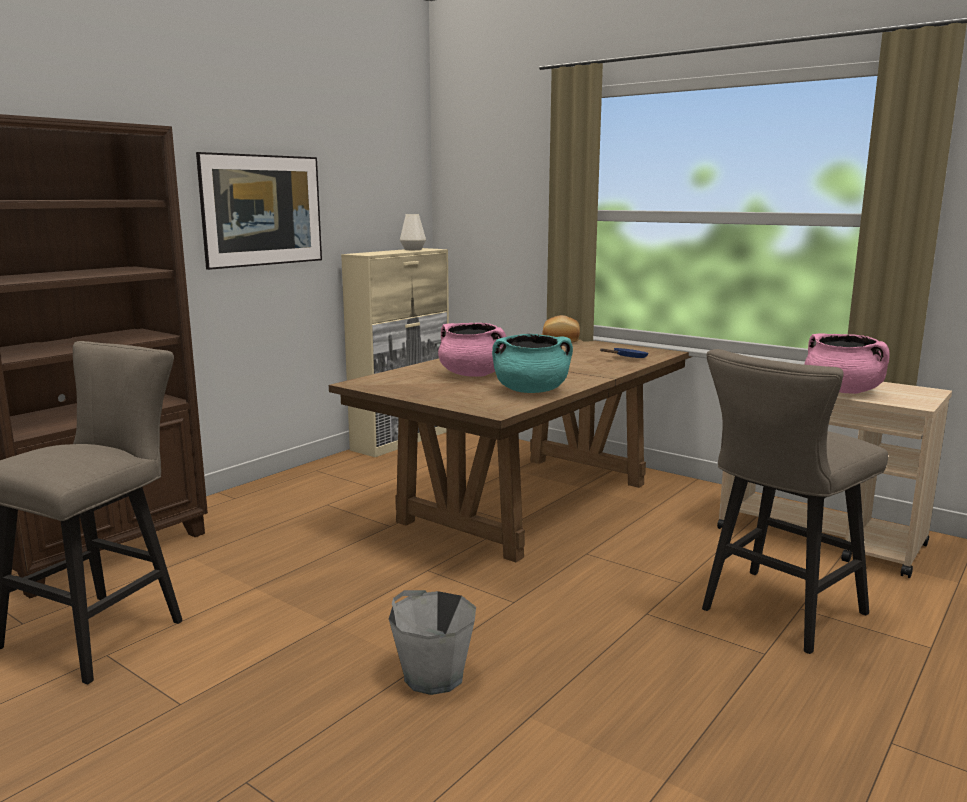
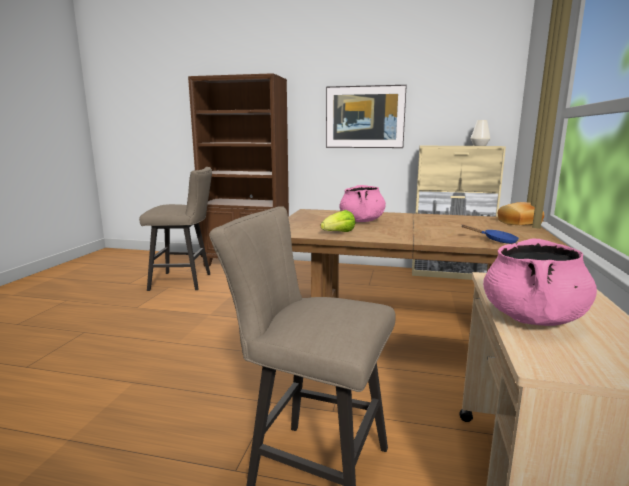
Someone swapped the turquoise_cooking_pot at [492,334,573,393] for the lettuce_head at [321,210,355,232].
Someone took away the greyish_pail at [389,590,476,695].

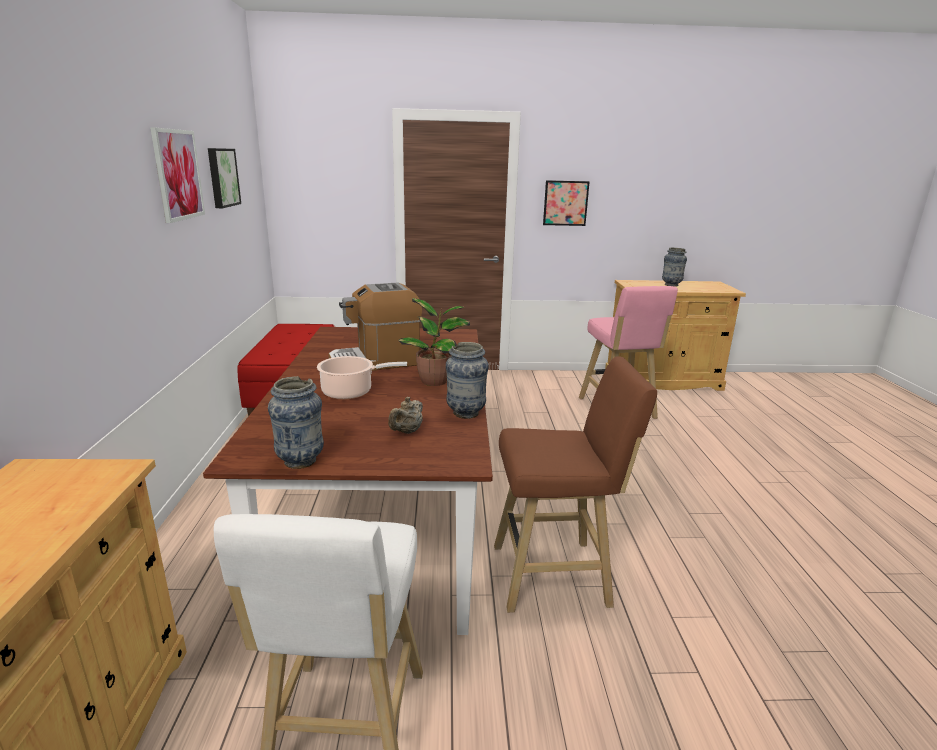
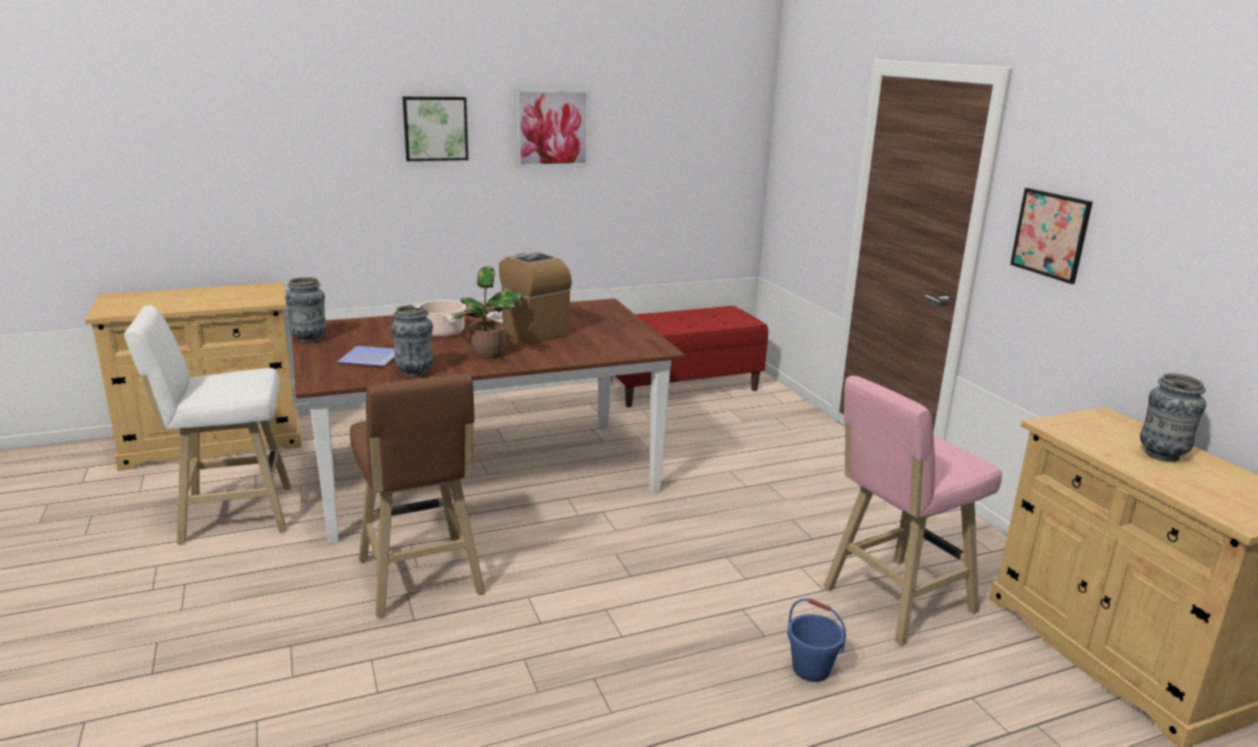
Someone swapped the beige-coloured_teapot at [388,397,423,434] for the plate at [337,346,395,366].
Someone carried the picture from [208,148,241,208] to [403,97,468,161].
Someone put down the bluish_pail at [787,598,846,682].

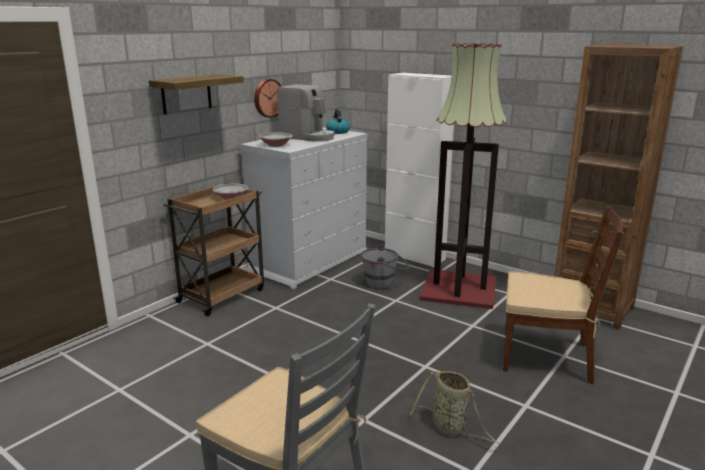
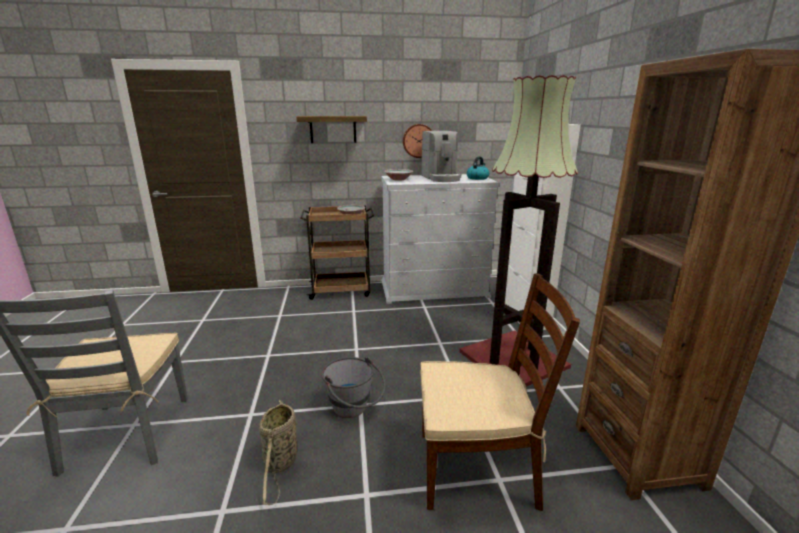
Someone carried the greyish_pail from [360,244,409,289] to [321,357,386,418].
Someone rotated the brown-coloured_plain_chair at [503,206,624,384] by 60 degrees counterclockwise.

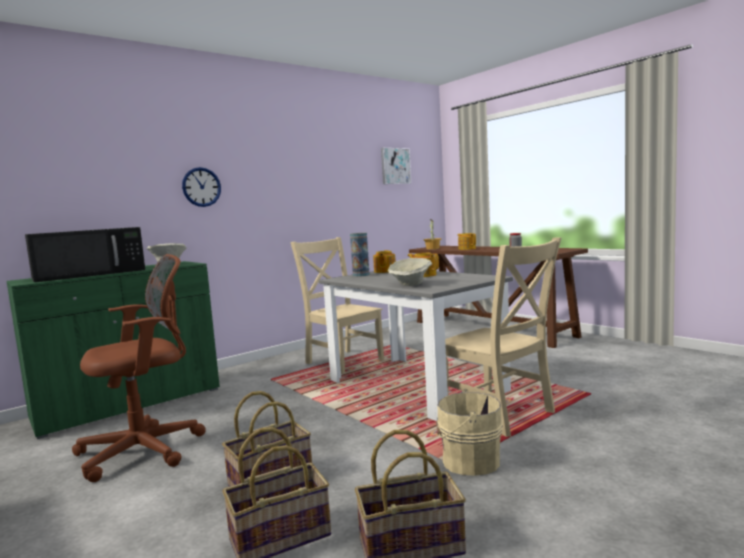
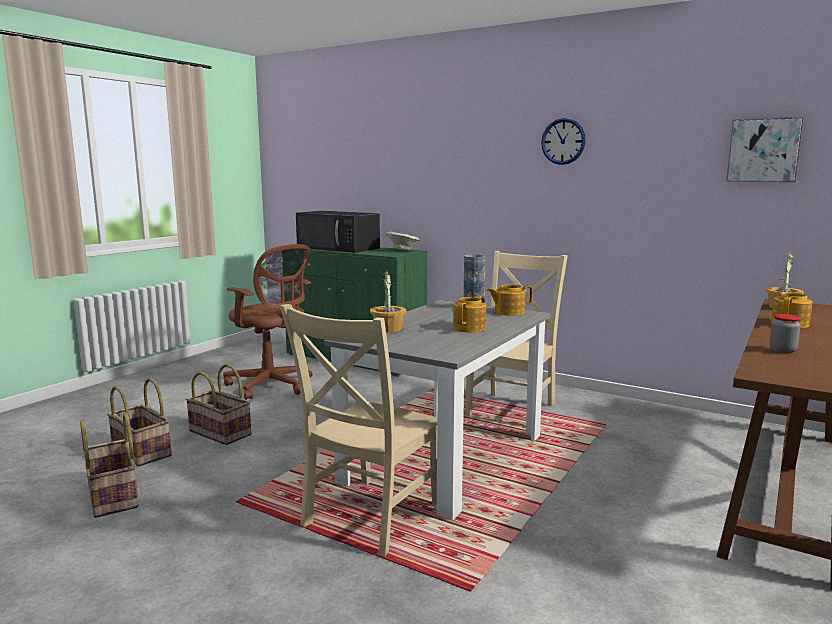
Someone swapped the beige-coloured_bowl at [388,258,432,286] for the plant_in_a_pot at [370,269,406,333].
Someone carried the wall_clock from [182,167,221,207] to [541,118,586,165].
Someone took away the beige-coloured_pail at [436,389,503,476].

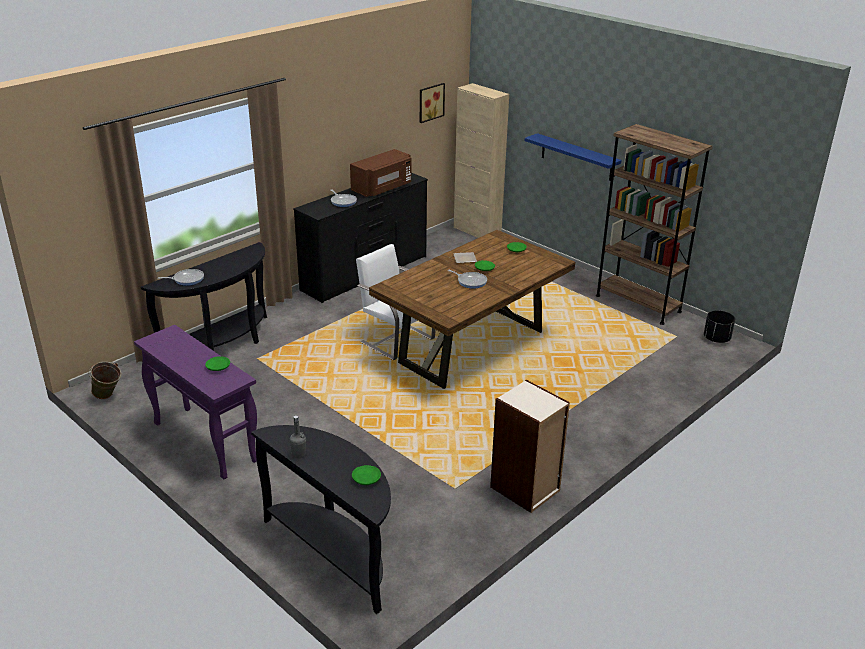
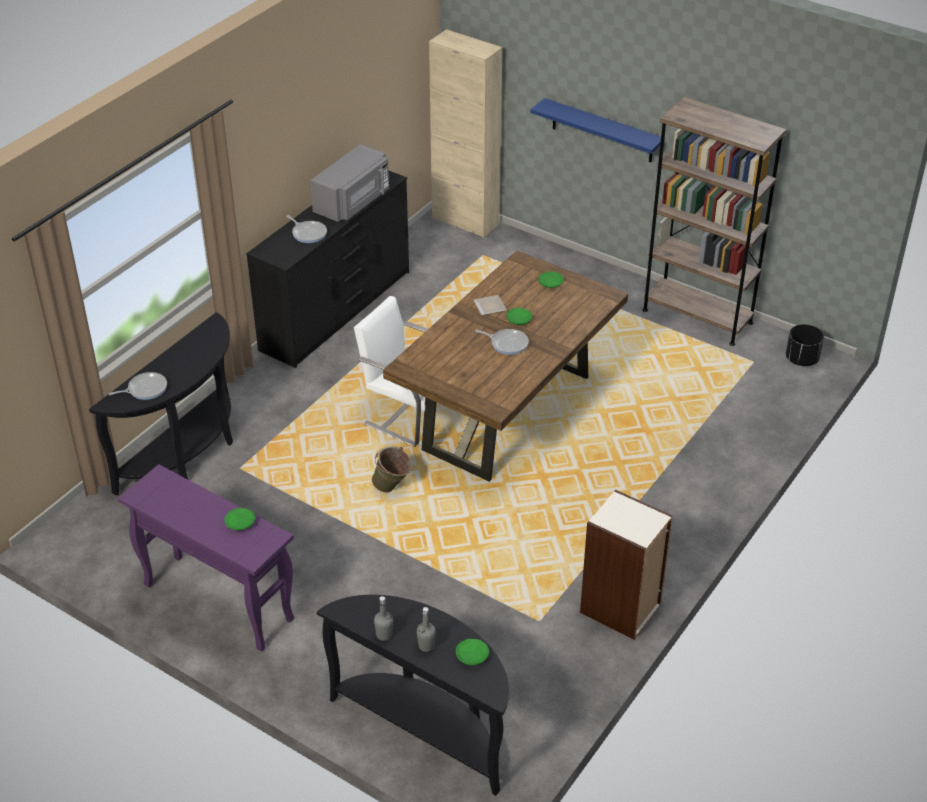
Someone repainted the brown-coloured_kitchen_microwave at [350,149,411,197], which became the greyish_kitchen_microwave at [310,144,389,222].
Someone carried the green_pail from [88,362,121,399] to [372,446,413,493].
Someone put down the greyish_beverage_bottle at [416,607,436,652].
Someone took away the picture at [420,83,445,123].

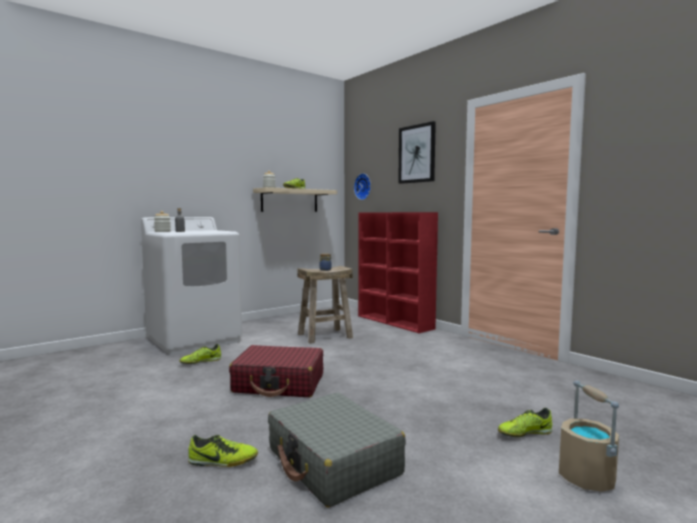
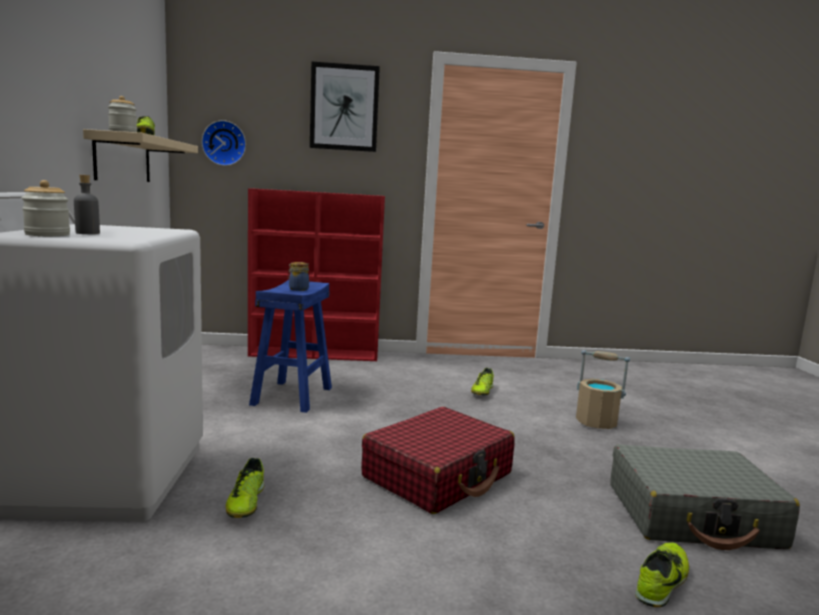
Someone repainted the beige-coloured_sitting_stool at [297,266,353,344], which became the bluish_sitting_stool at [249,280,332,413].
Someone carried the shoe from [498,408,552,437] to [471,368,494,395].
Someone carried the beige-coloured_pail from [559,380,619,492] to [576,350,630,429].

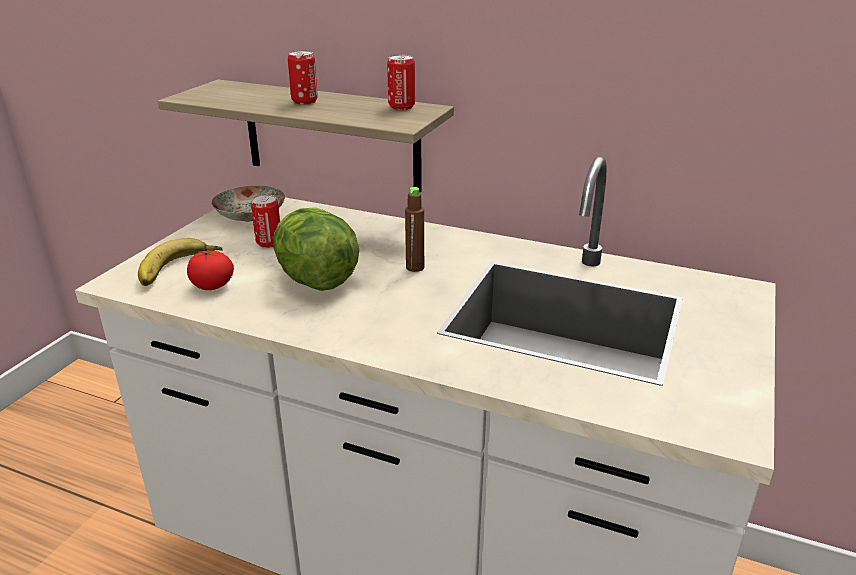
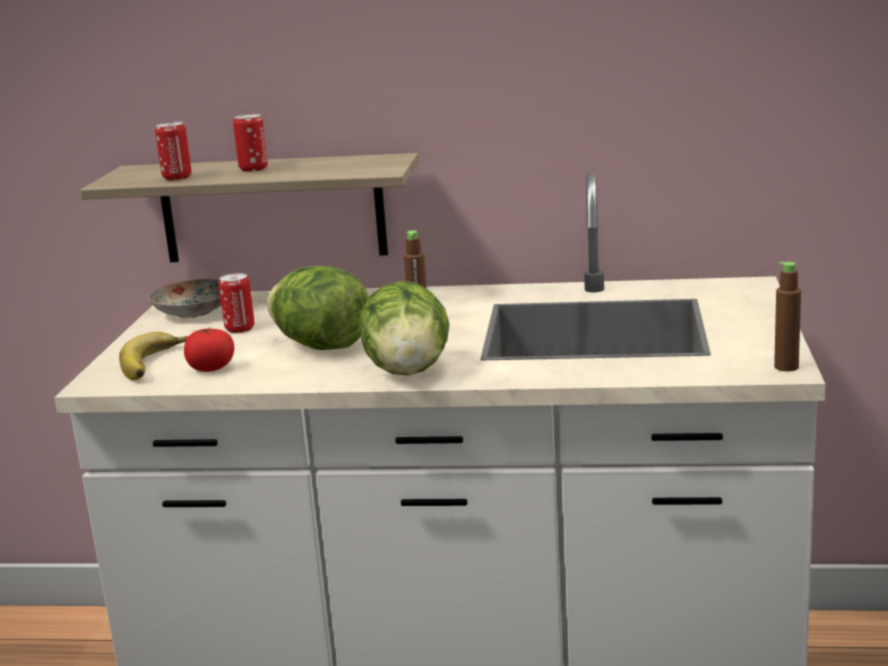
Someone carried the metal_can from [387,55,415,110] to [155,122,191,180].
Someone put down the lettuce_head at [359,281,450,376].
Someone put down the brown-coloured_beverage_bottle at [774,262,801,371].

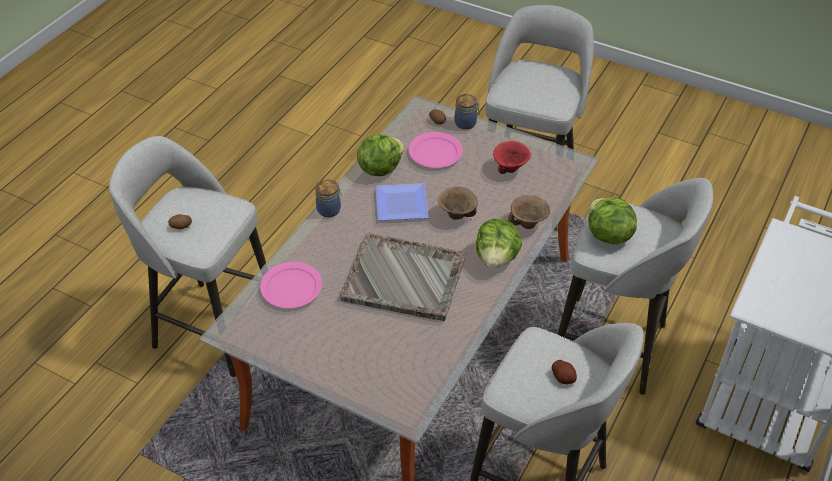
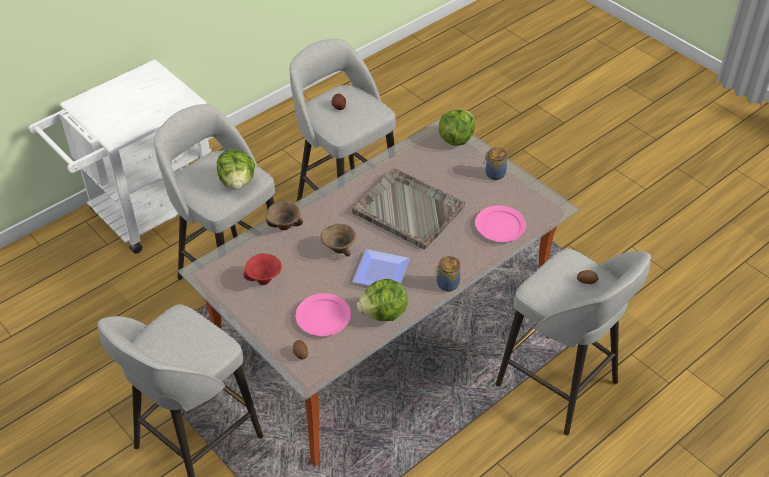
Someone carried the lettuce_head from [476,219,522,268] to [439,109,475,146].
Someone carried the storage_jar from [455,94,480,129] to [483,147,507,180].

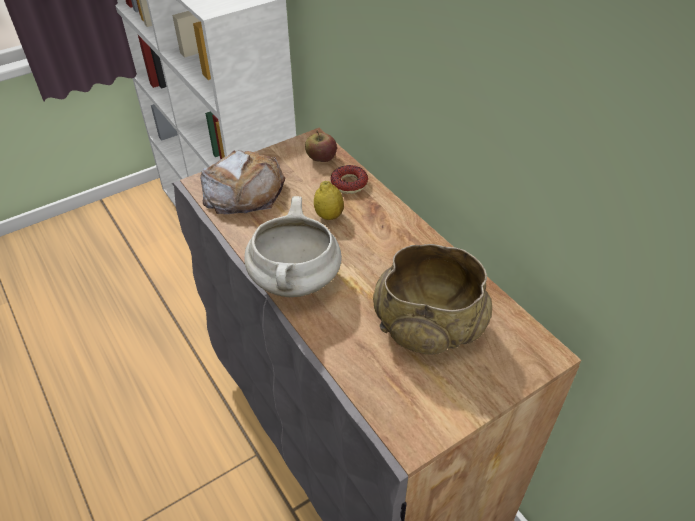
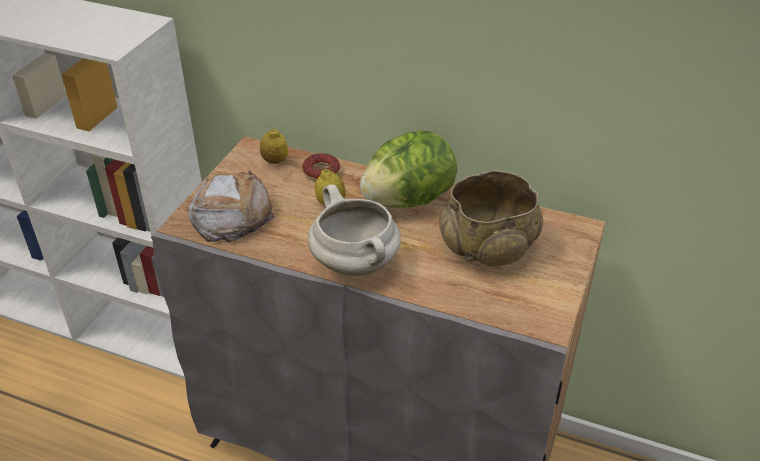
Someone swapped the whole_apple at [305,131,337,162] for the lemon at [260,129,288,164].
Someone put down the lettuce_head at [360,131,457,208].

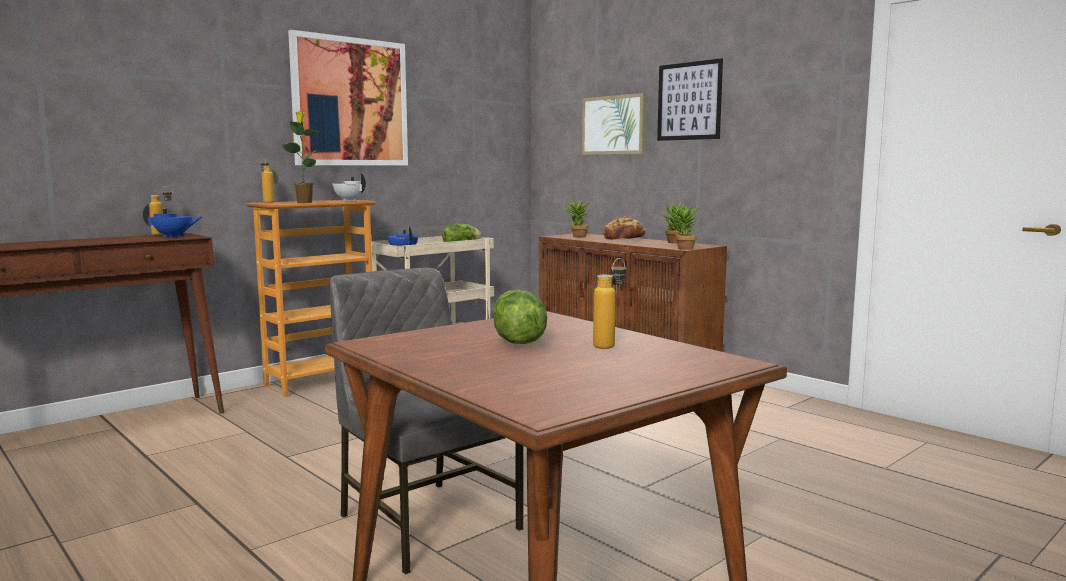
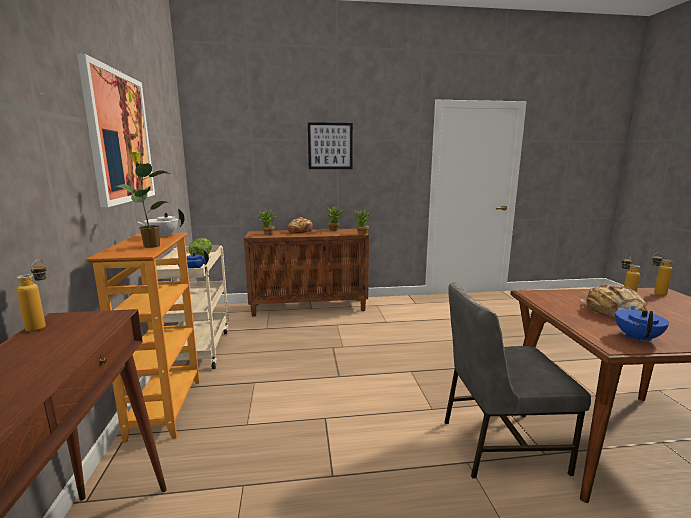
Someone swapped the lettuce_head at [493,289,547,344] for the bakery_bread at [581,284,646,318].
Someone carried the bluish_teapot from [143,204,202,238] to [615,306,669,343].
Someone carried the beverage_bottle from [261,159,275,203] to [652,253,672,296].
Someone took away the picture at [582,93,646,155].

